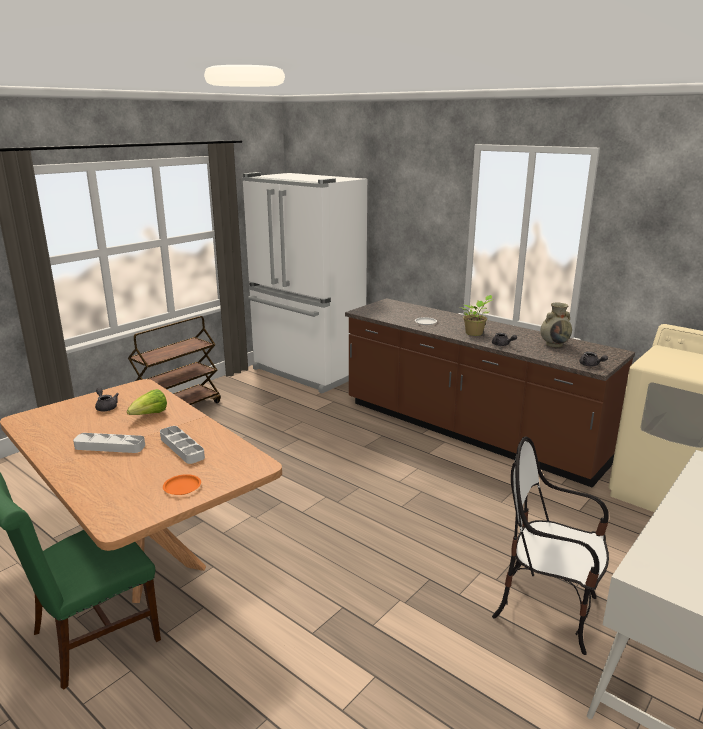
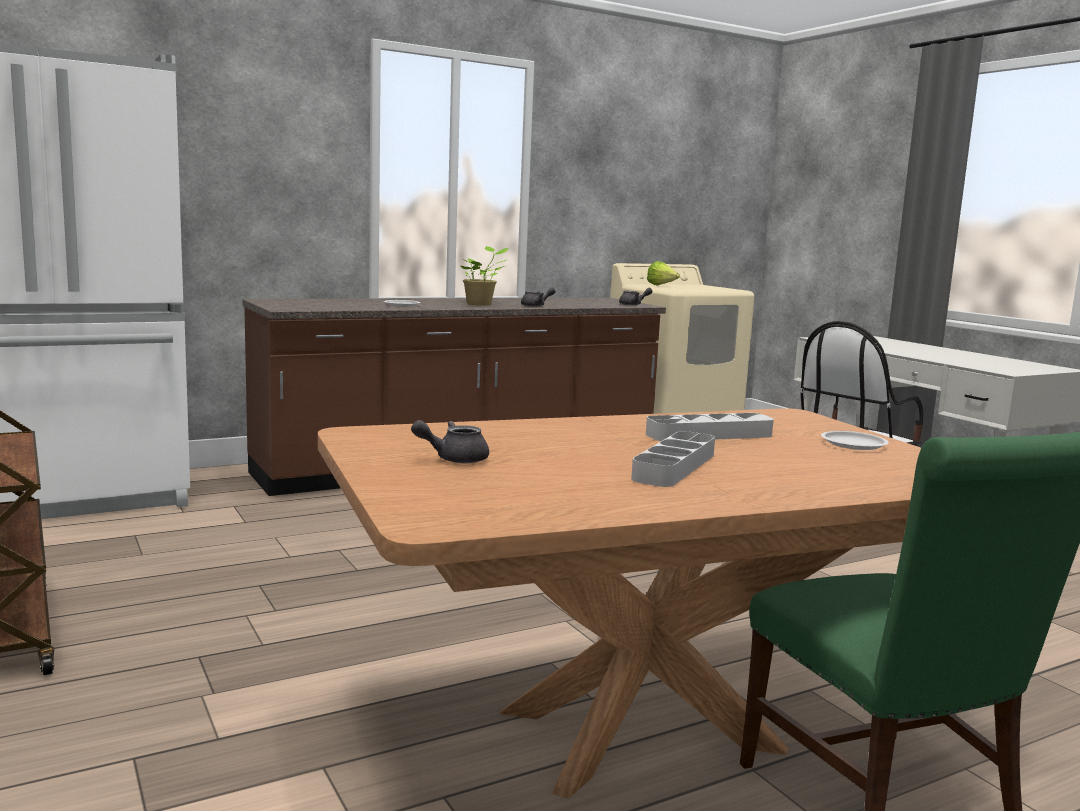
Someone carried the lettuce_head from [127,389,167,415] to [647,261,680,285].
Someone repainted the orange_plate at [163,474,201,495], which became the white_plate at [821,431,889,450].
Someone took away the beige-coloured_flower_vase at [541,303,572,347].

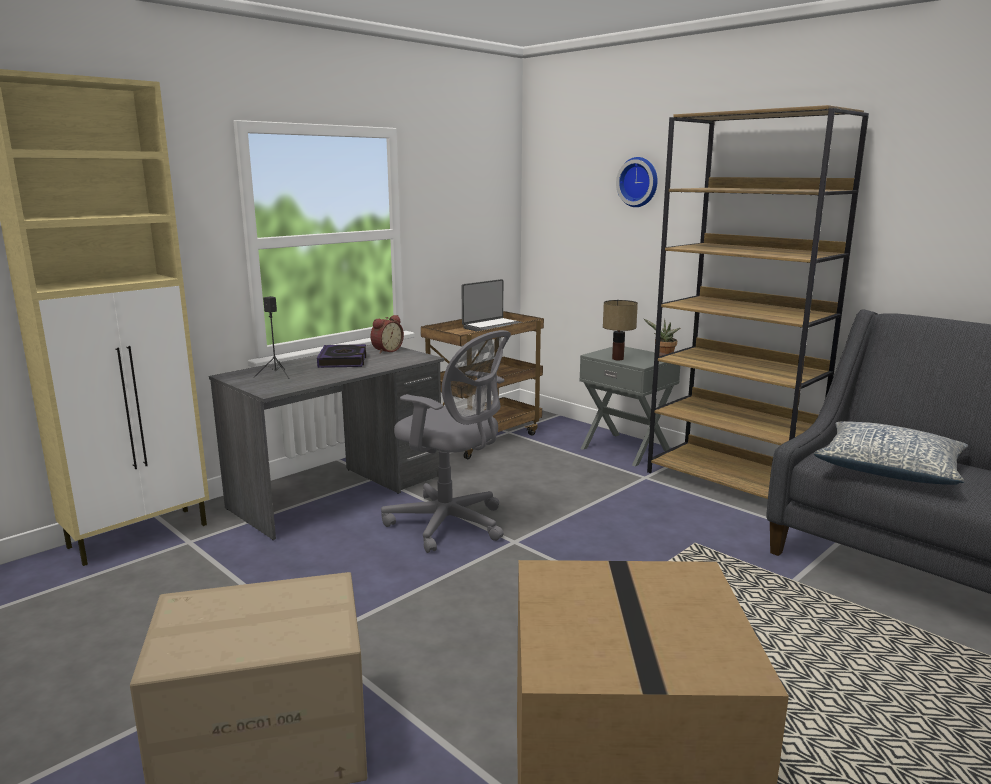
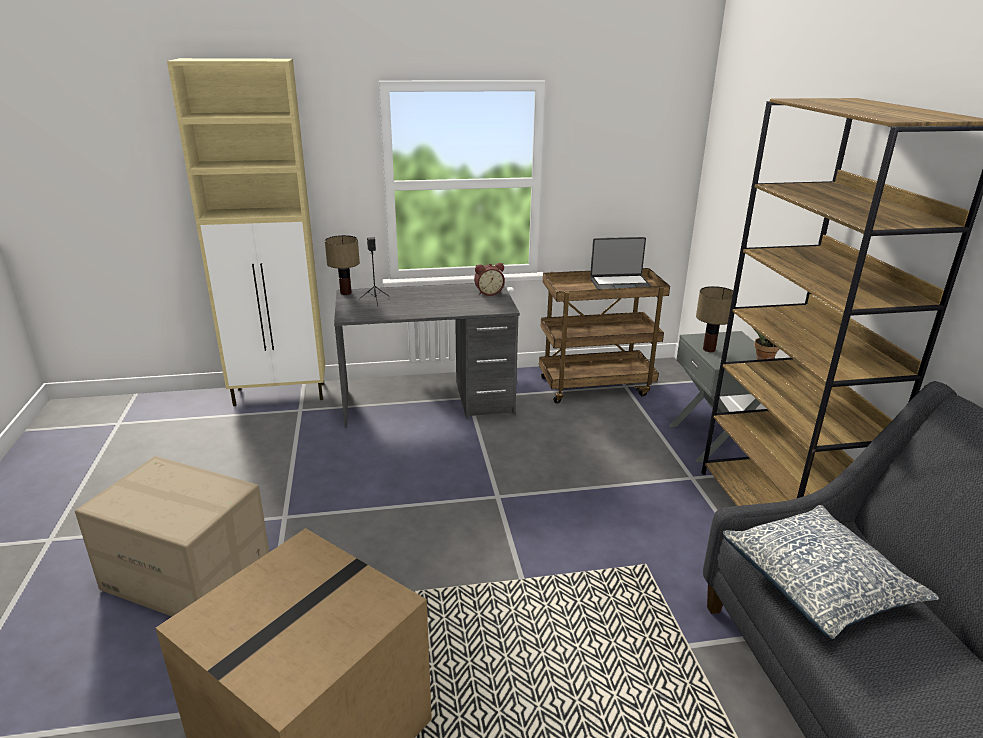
Someone put down the tabletop_lamp at [325,235,360,295].
Someone took away the volume at [317,344,366,368].
Someone took away the greyish_computer_chair at [381,330,511,553].
Someone took away the wall_clock at [616,157,658,207].

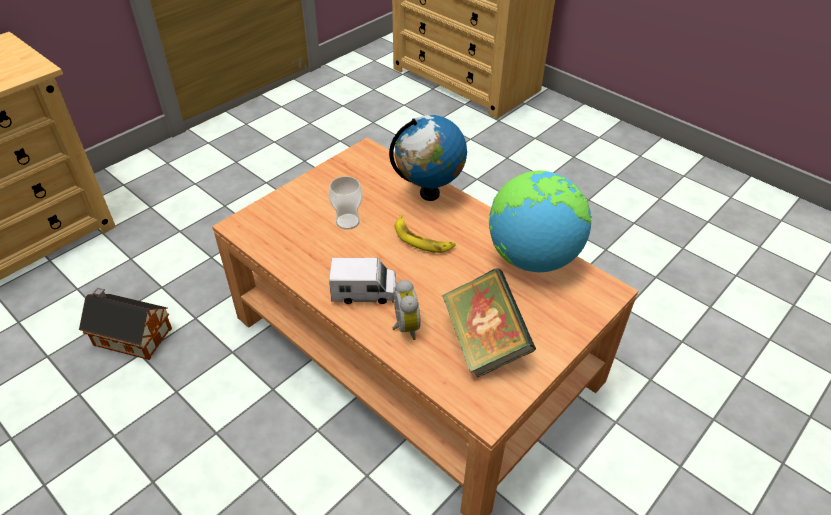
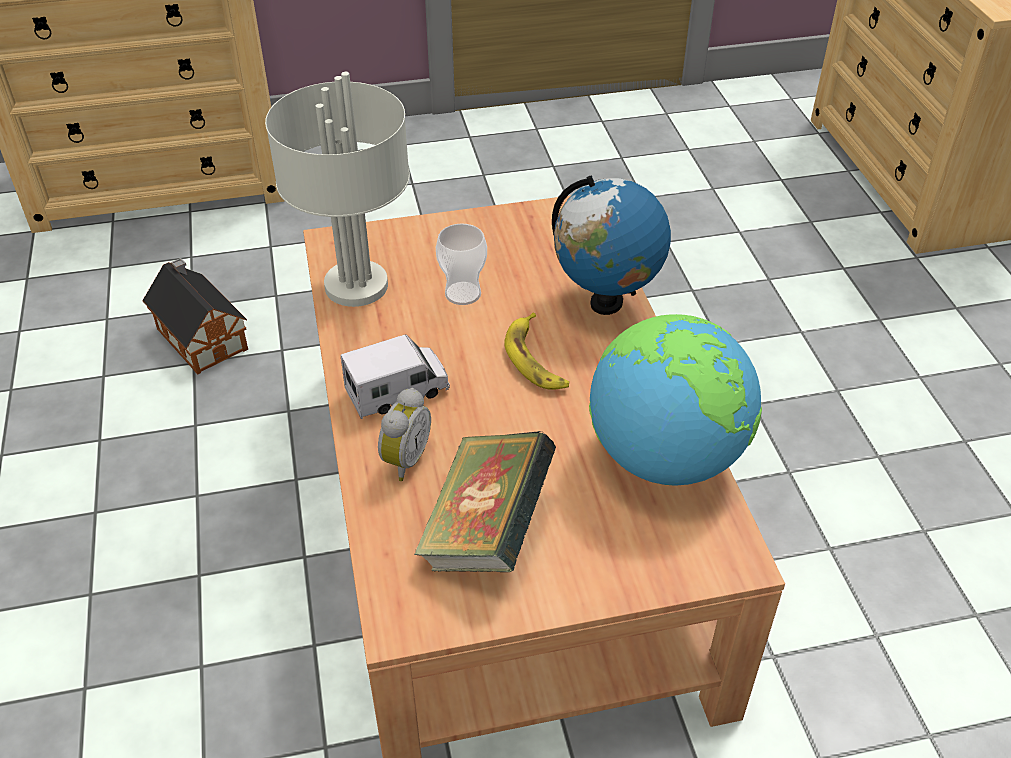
Someone put down the greyish_tabletop_lamp at [265,72,410,307].
Someone rotated the model_truck at [329,258,397,304] by 60 degrees counterclockwise.

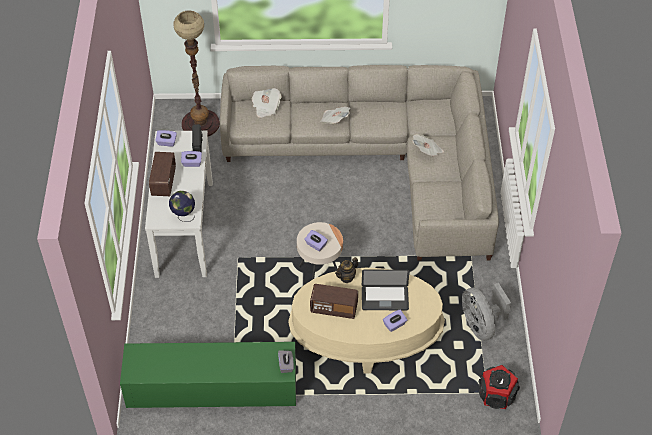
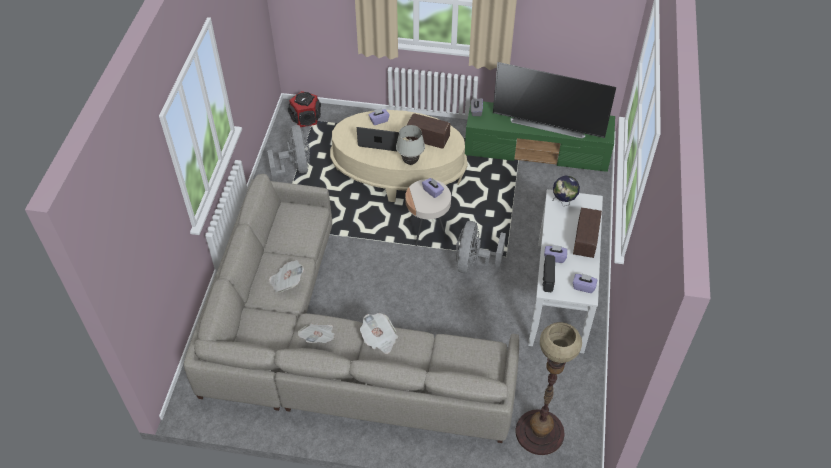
Someone carried the printed_paper from [252,88,281,117] to [298,323,335,343].
Someone swapped the teapot at [335,257,359,283] for the white_tabletop_lamp at [396,125,425,165].
Someone put down the greyish_cooling_fan at [456,221,506,273].
Someone put down the TV_set at [493,62,616,139].

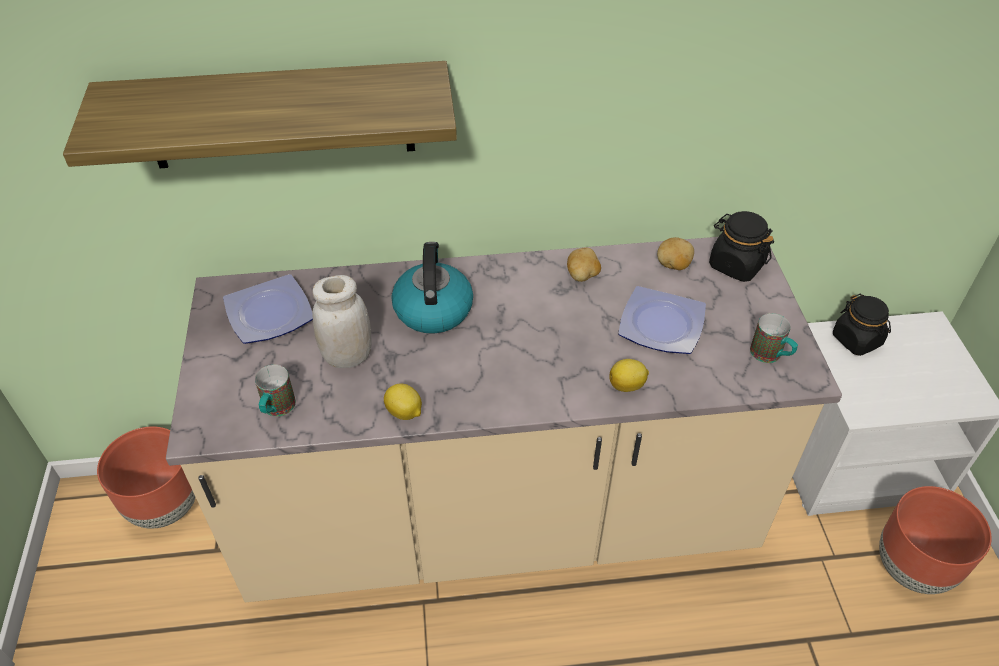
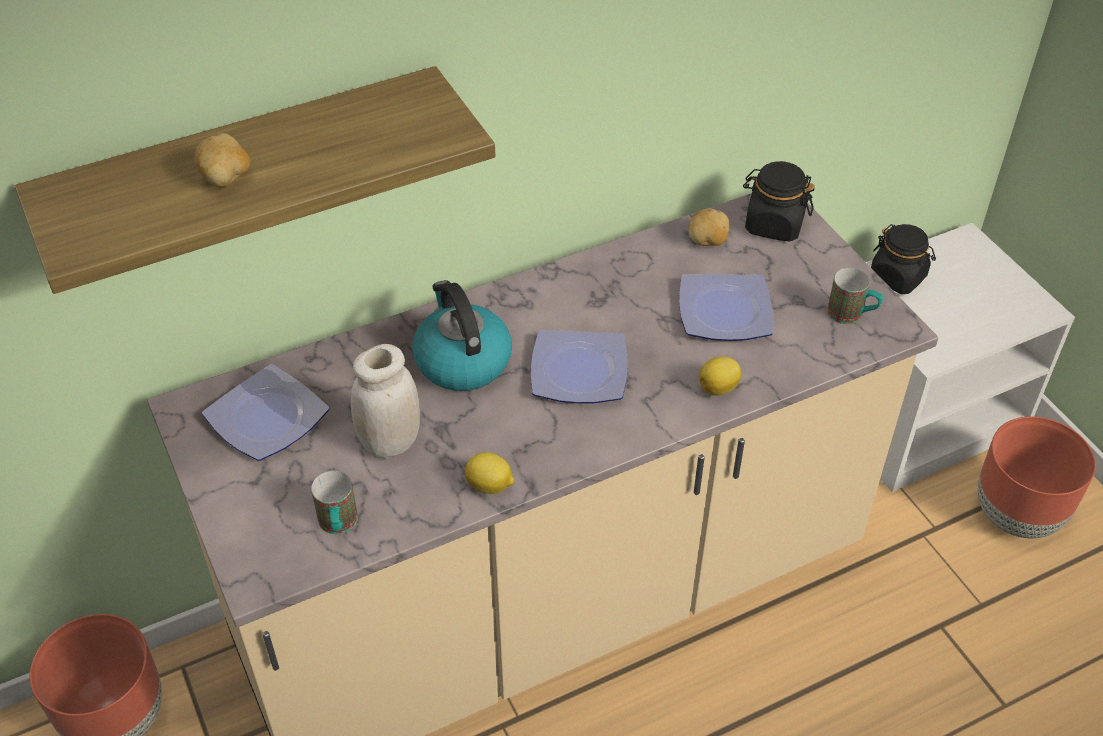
Someone carried the potato from [567,247,601,282] to [195,133,250,187].
Someone put down the plate at [531,330,628,403].

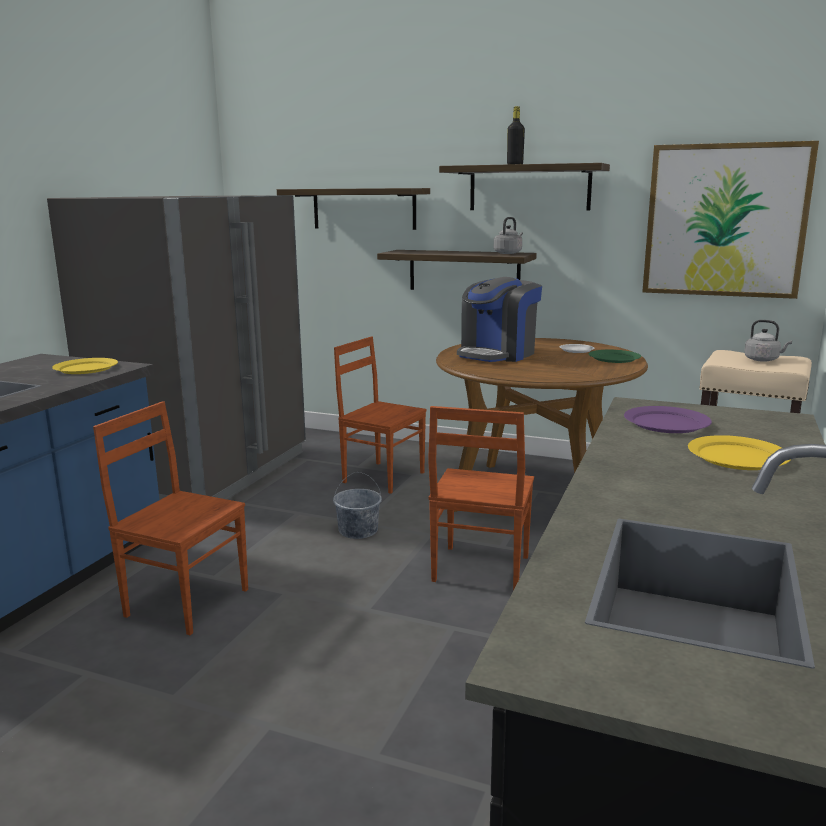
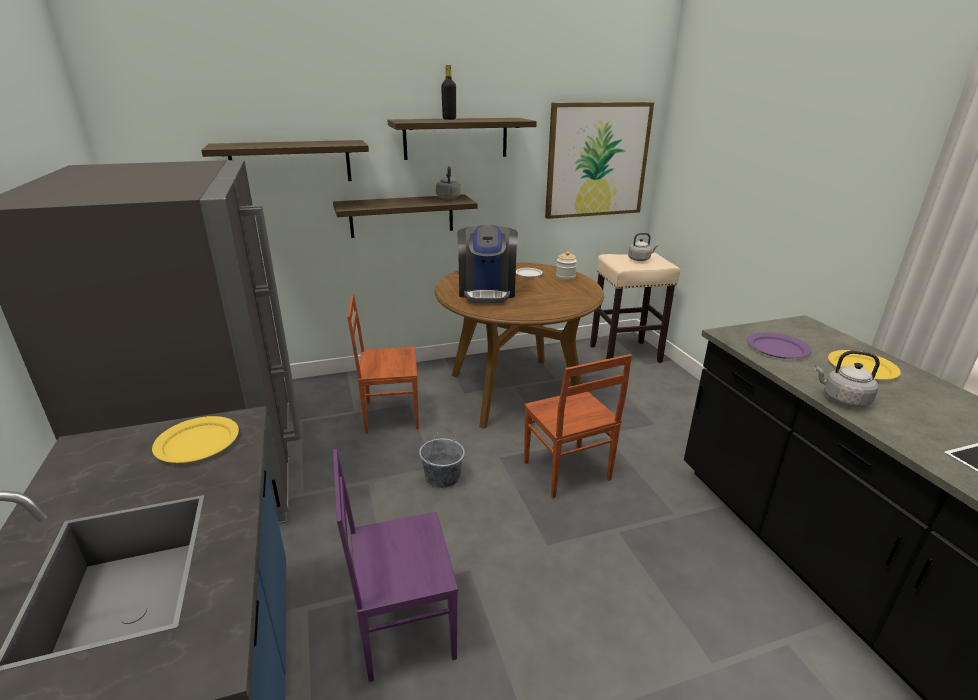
Someone repainted the brown-coloured_plain_chair at [93,401,248,635], which became the purplish_plain_chair at [333,449,458,682].
Someone swapped the green_plate at [589,350,641,363] for the storage_jar at [556,251,577,280].
Someone put down the greyish_water_kettle at [815,350,880,407].

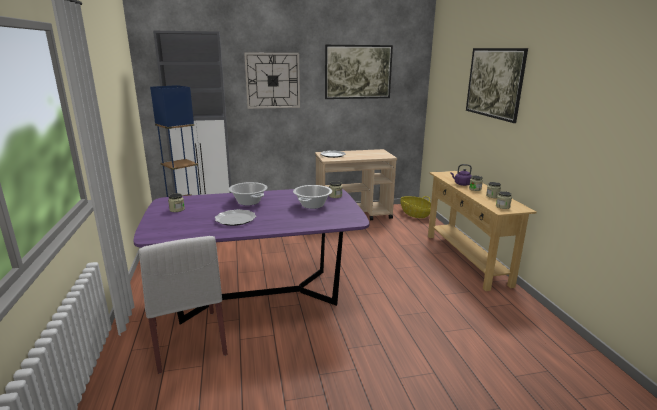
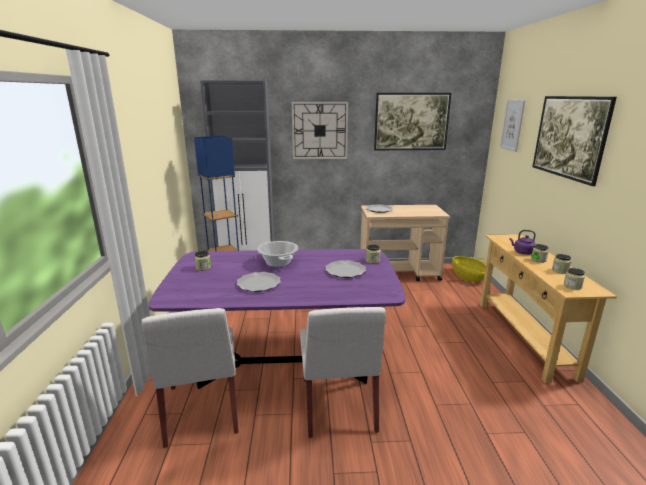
Someone put down the white_plain_chair at [300,307,386,438].
Someone swapped the cooking_pot at [293,185,332,209] for the plate at [326,260,366,278].
Someone put up the picture at [500,100,525,152].

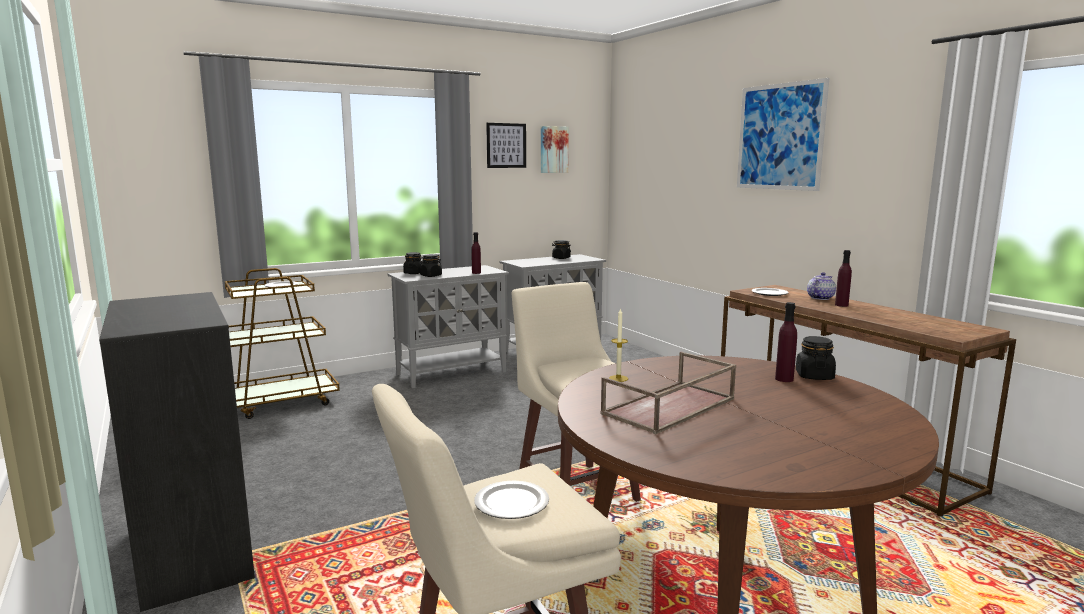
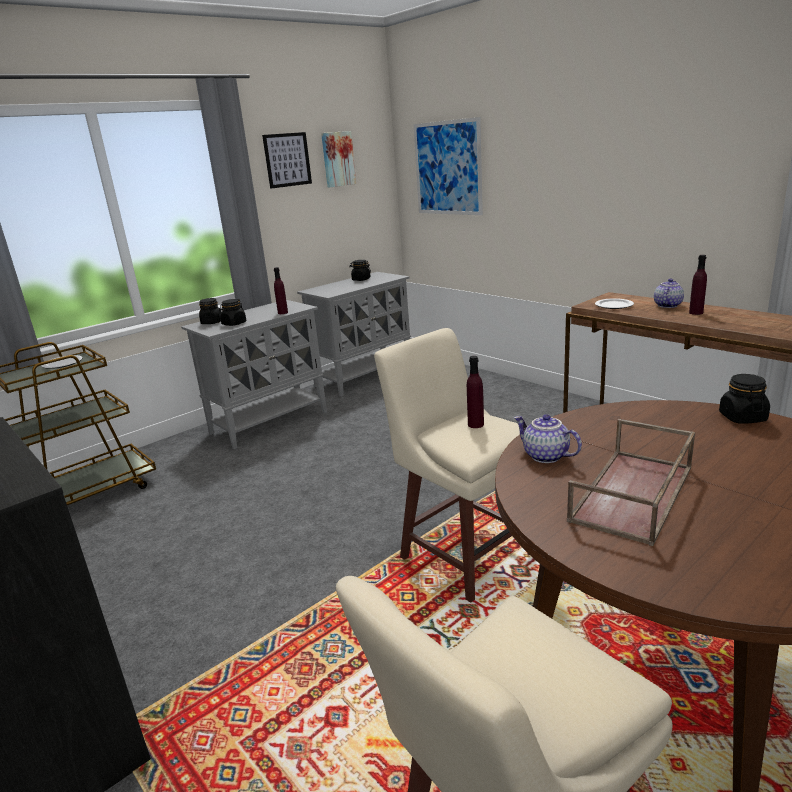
Someone carried the picture from [737,78,829,191] to [414,117,483,215].
Someone carried the purplish_beverage_bottle from [775,302,797,382] to [467,356,484,428].
Someone swapped the wax_light at [609,308,628,382] for the teapot at [514,414,582,463].
Someone took away the plate at [474,481,549,519].

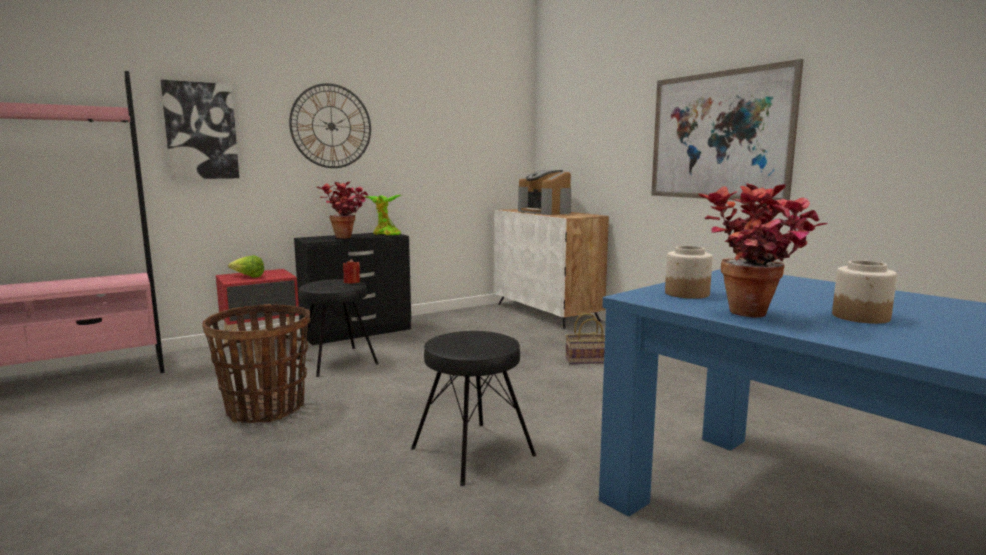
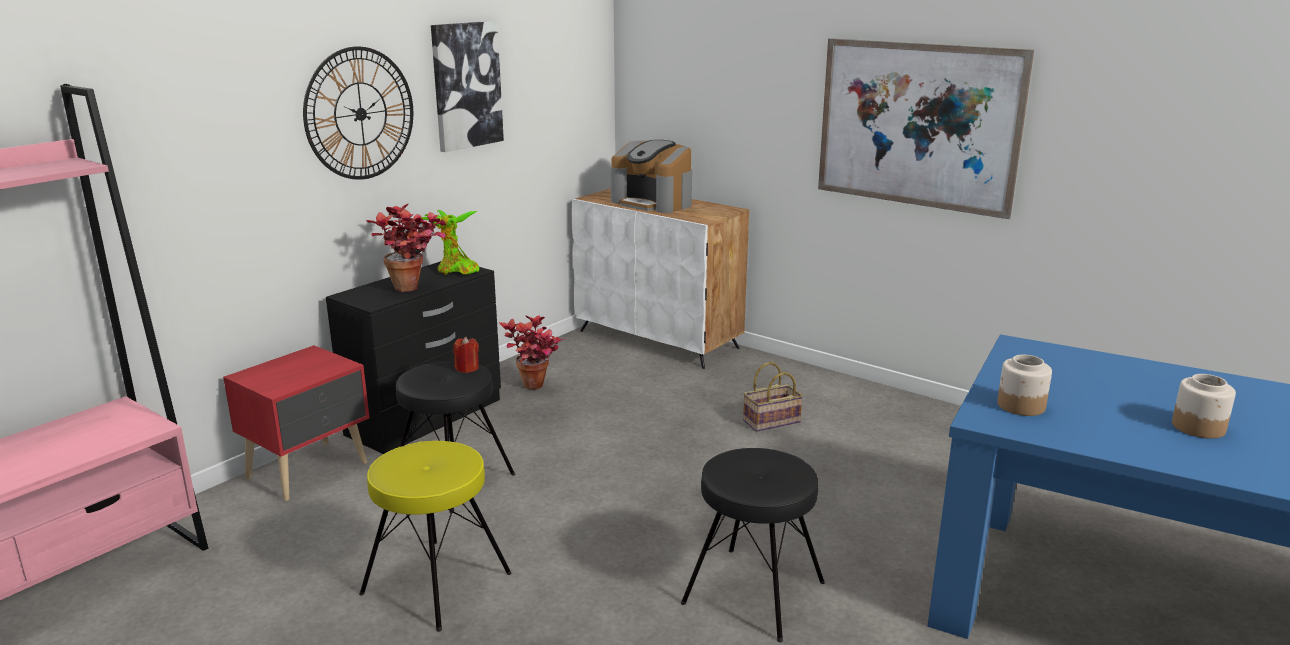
Someone swapped the household_basket at [202,304,310,423] for the yellowish_sitting_stool at [359,441,512,632].
Someone carried the picture from [161,80,239,179] to [431,21,504,152].
Someone carried the plant_in_a_pot from [698,183,828,318] to [499,315,565,390].
Someone took away the lettuce_head at [228,255,264,278].

